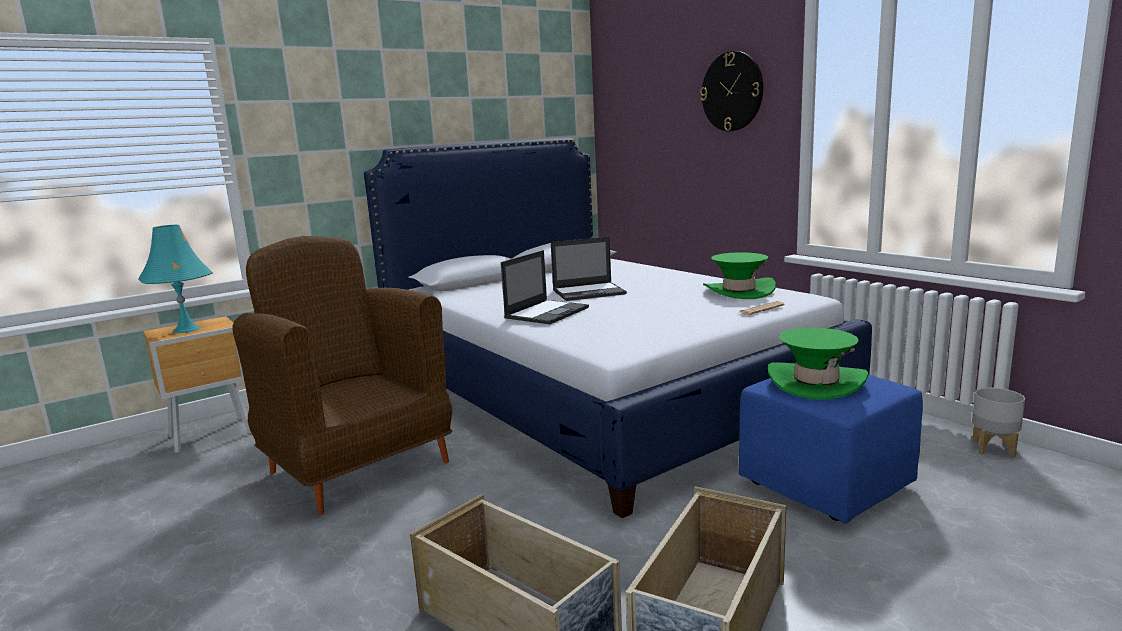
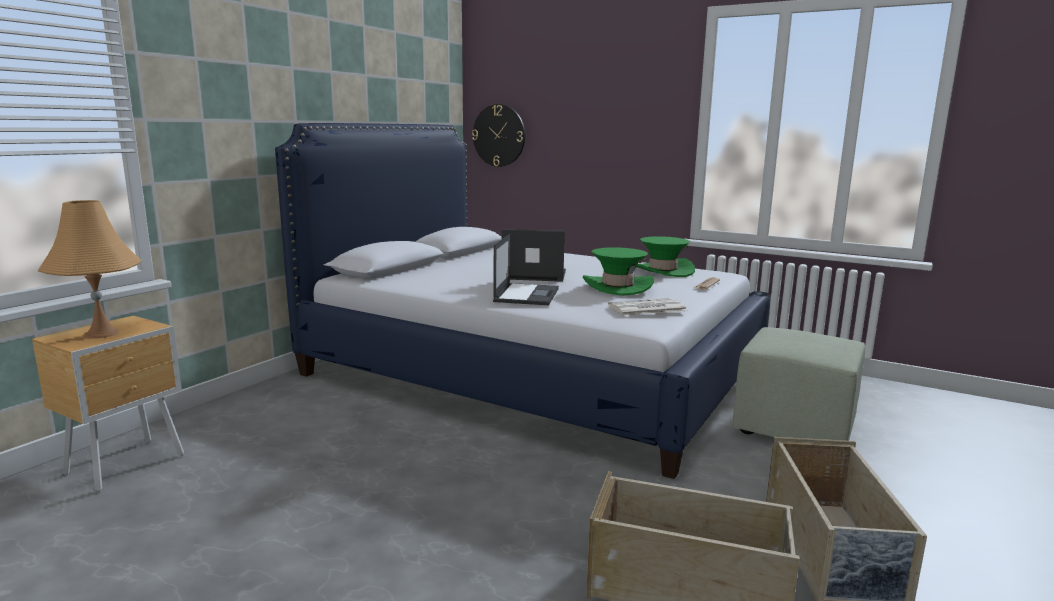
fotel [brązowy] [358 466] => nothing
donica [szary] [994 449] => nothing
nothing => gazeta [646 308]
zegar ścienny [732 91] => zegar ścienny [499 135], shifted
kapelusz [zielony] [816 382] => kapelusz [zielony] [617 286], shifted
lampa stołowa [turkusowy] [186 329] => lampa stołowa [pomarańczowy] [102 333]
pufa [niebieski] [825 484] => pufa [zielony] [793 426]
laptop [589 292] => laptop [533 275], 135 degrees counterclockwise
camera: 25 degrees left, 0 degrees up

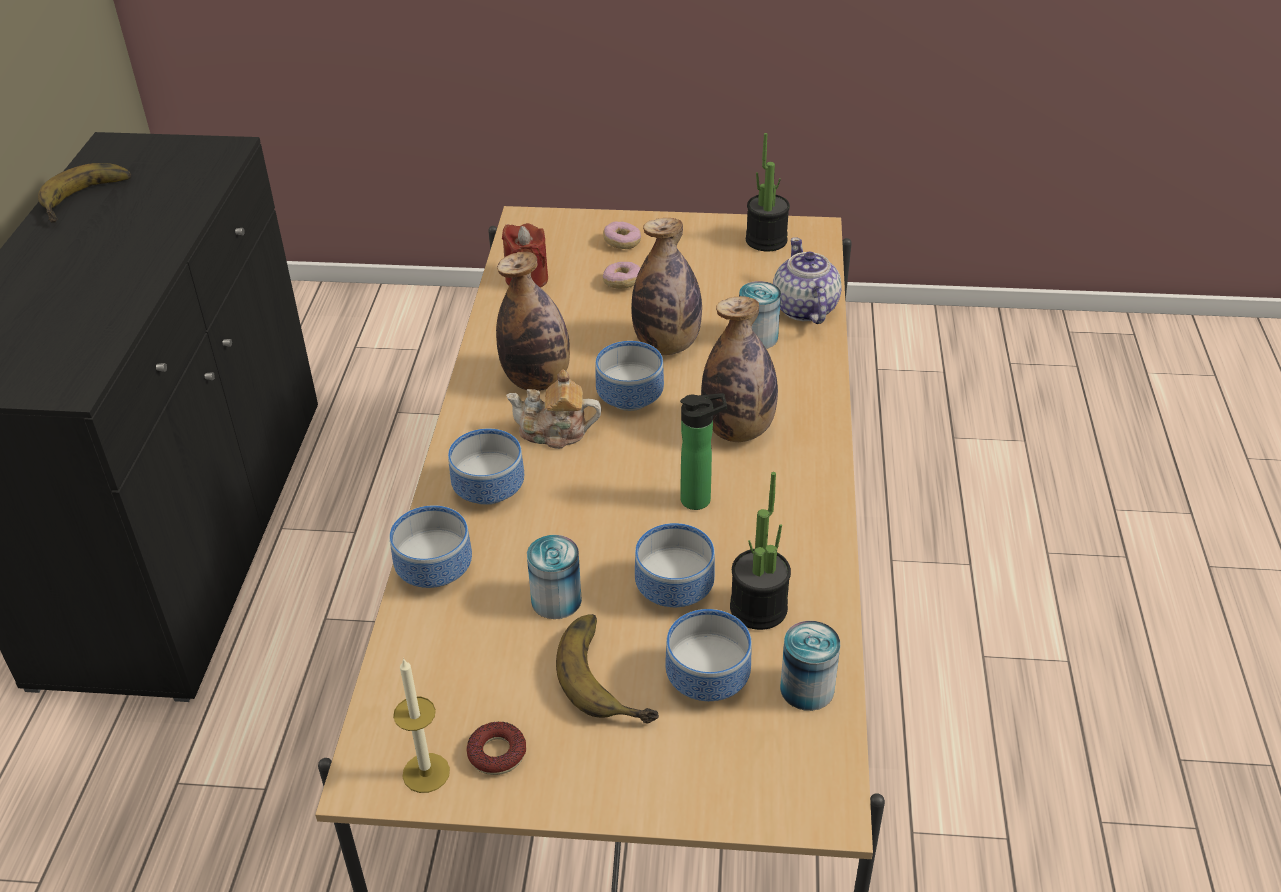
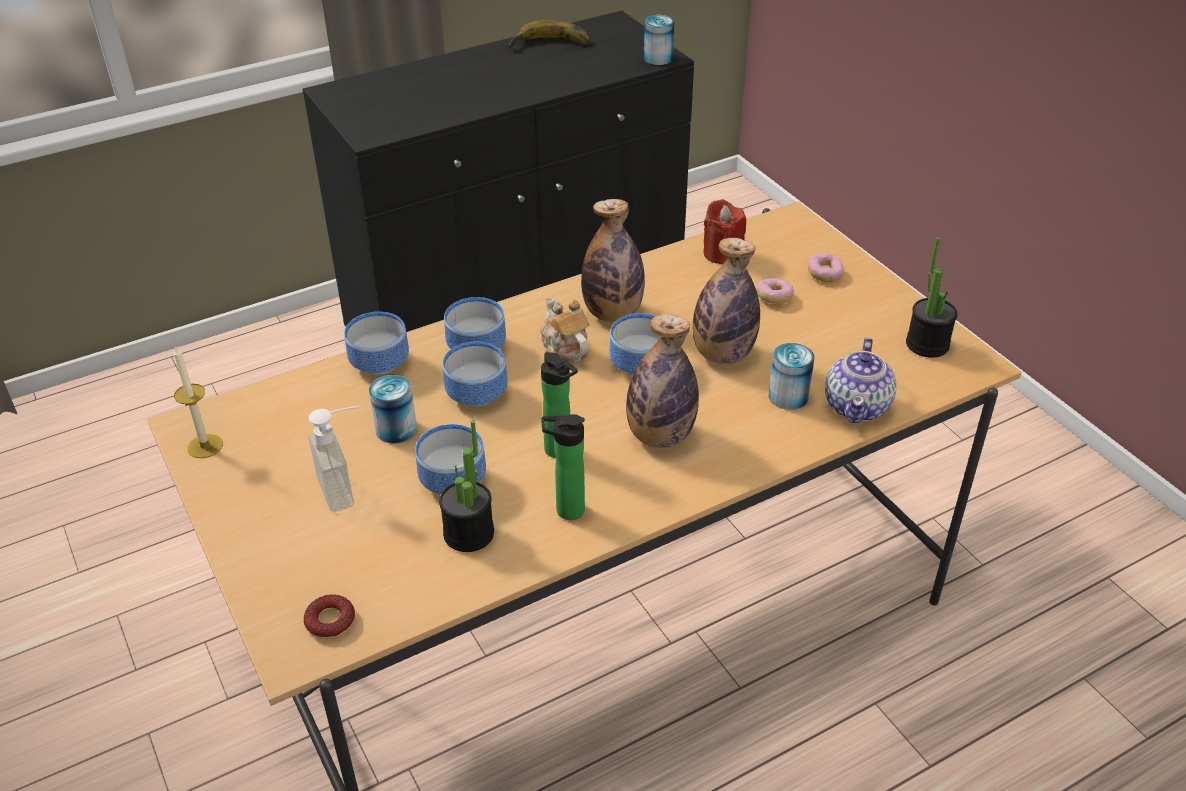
nothing => butelka [565 510]
donut [497 753] => donut [330 621], shifted
miska [703 679] => miska [475 393], shifted
puszka [807 689] => puszka [658 58], shifted
banan [611 673] => dozownik mydła [347 487]
imbryk [804 309] => imbryk [857 406], 150 degrees clockwise
camera: 55 degrees right, 0 degrees up

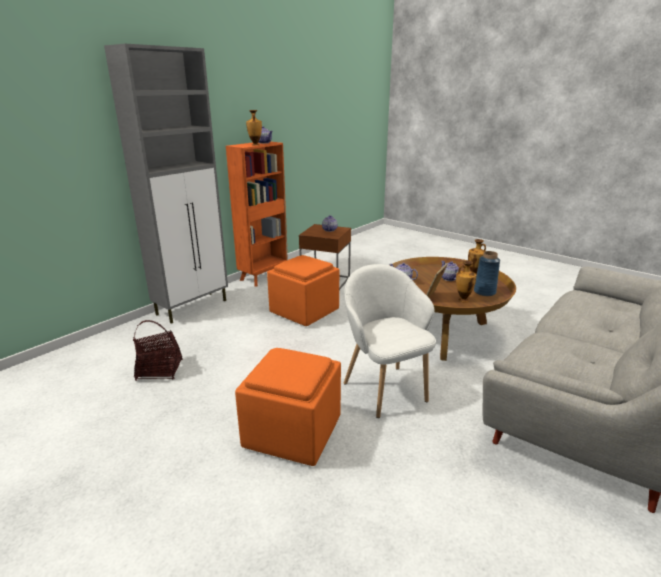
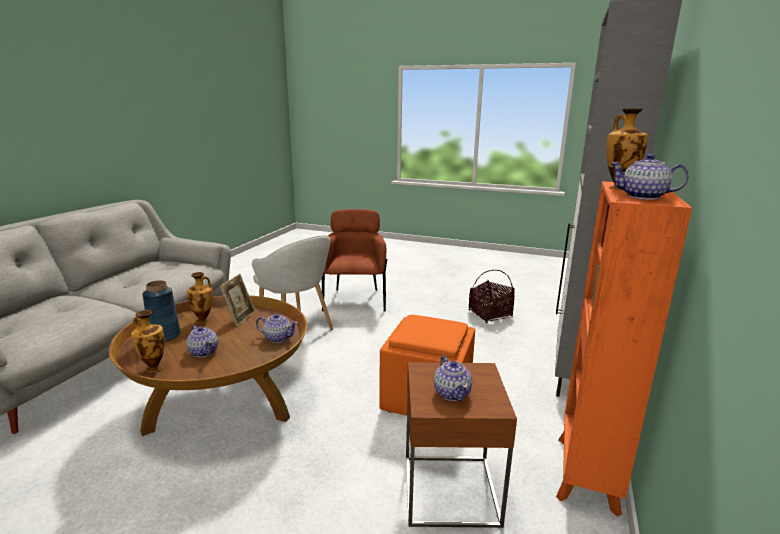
pufa [pomarańczowy] [291 433] => fotel [brązowy] [355 300]
camera: 160 degrees right, 5 degrees down

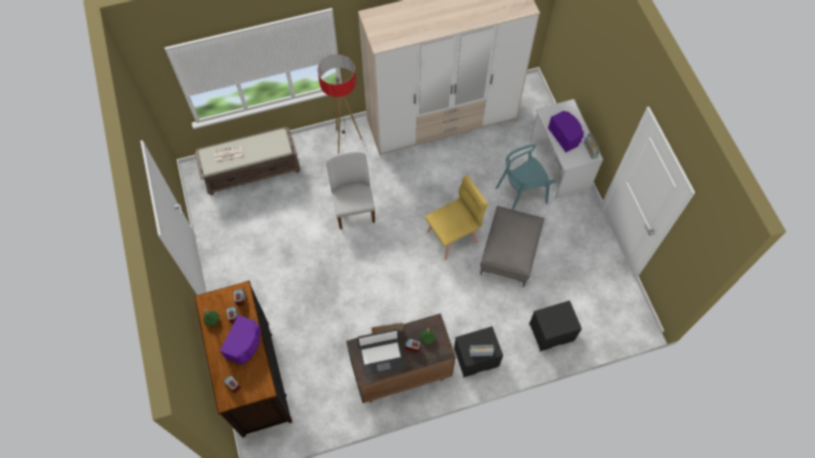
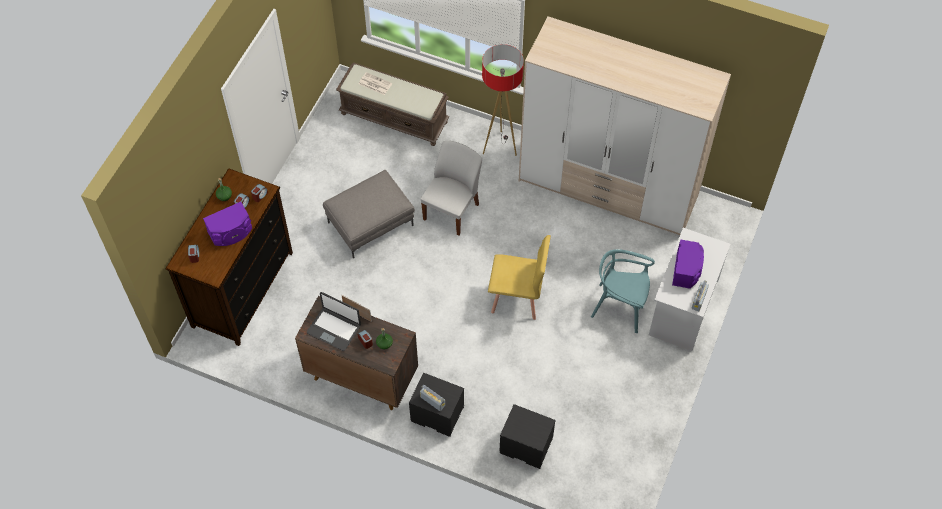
pufa [szary] [509 254] => pufa [szary] [370 225], shifted
camera: 40 degrees right, 5 degrees down

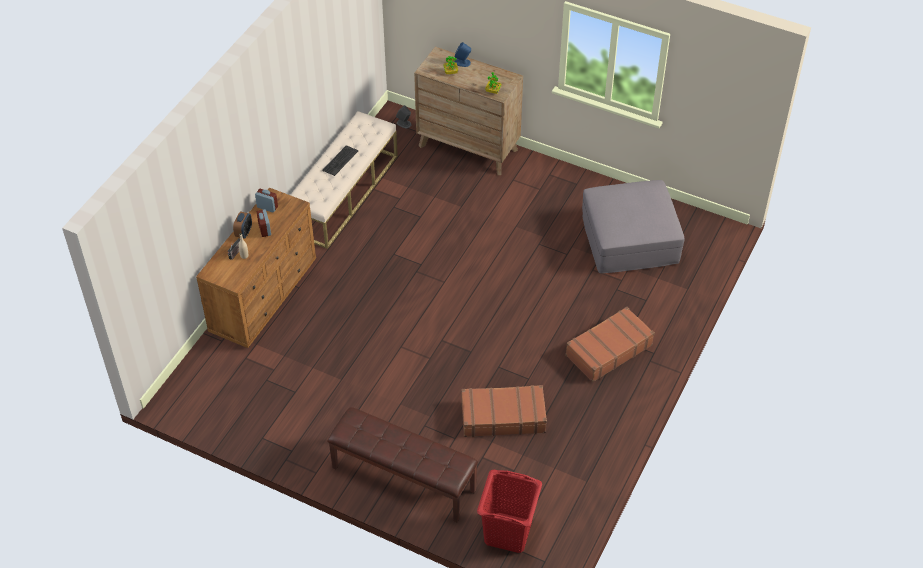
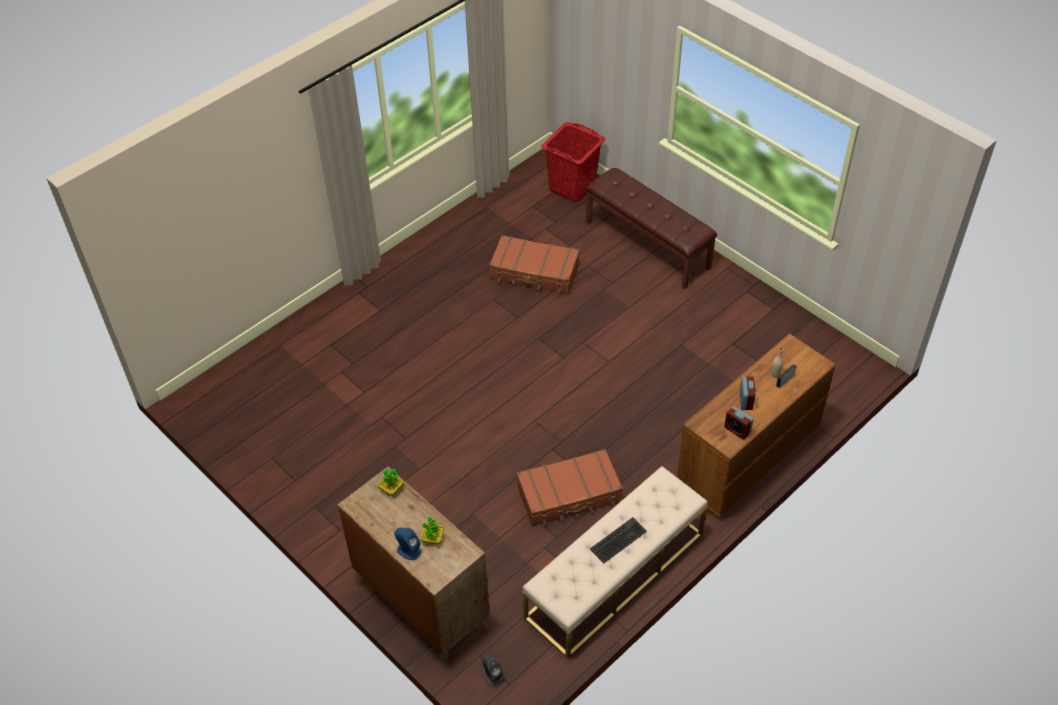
budzik [244 232] => nothing
pufa [szary] [630 239] => nothing
walizka [brązowy] [608 350] => walizka [brązowy] [569 495], shifted
camera: 160 degrees left, 0 degrees up

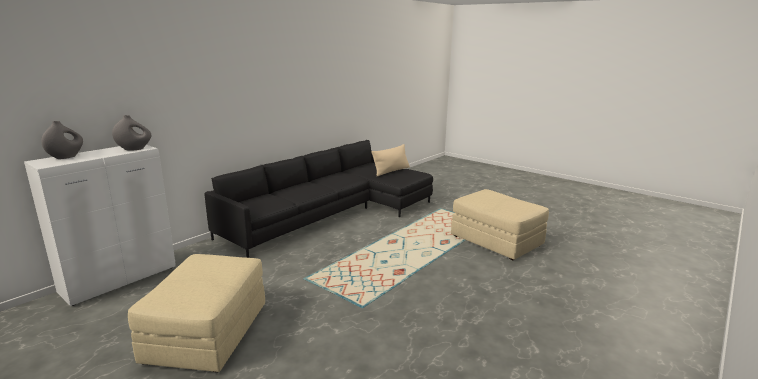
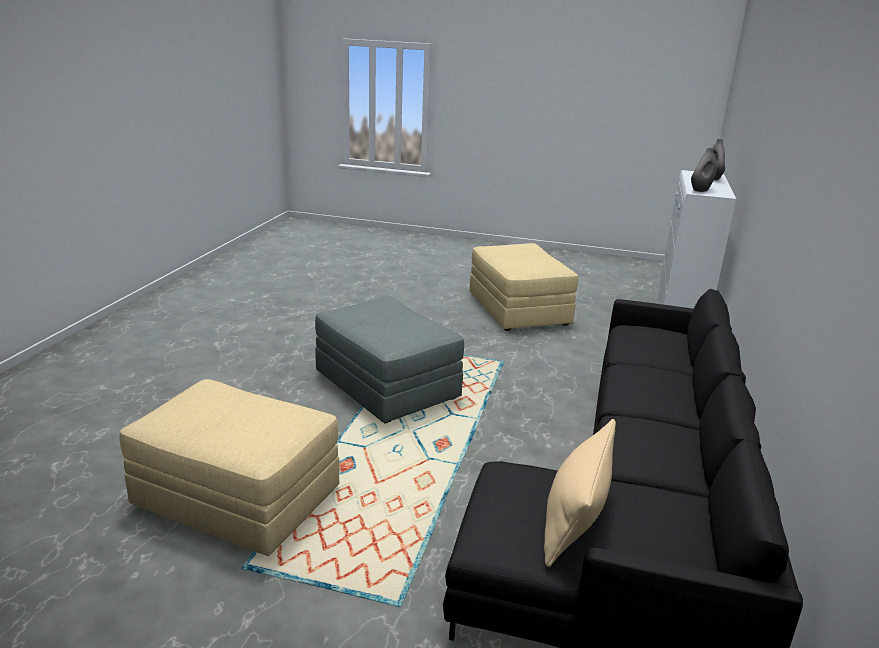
nothing => pufa [szary] [386 386]
camera: 155 degrees right, 5 degrees up

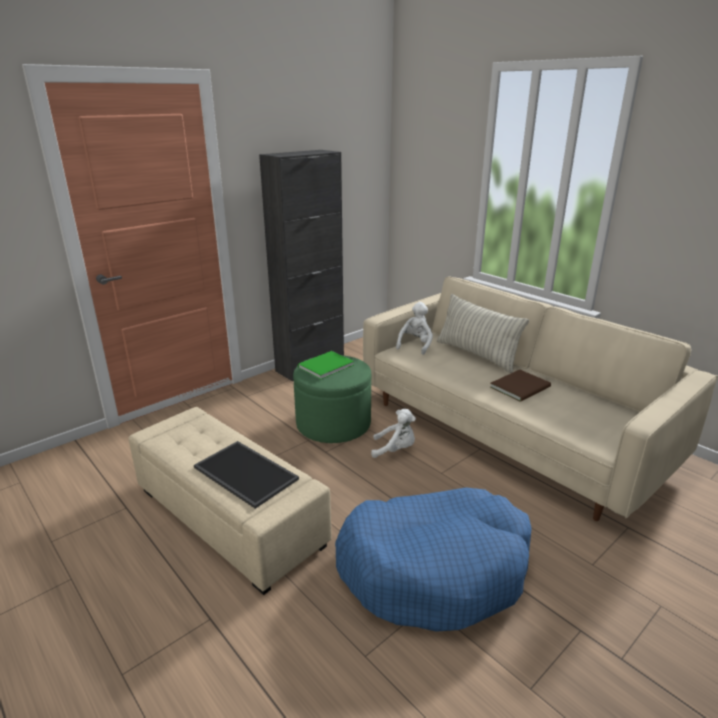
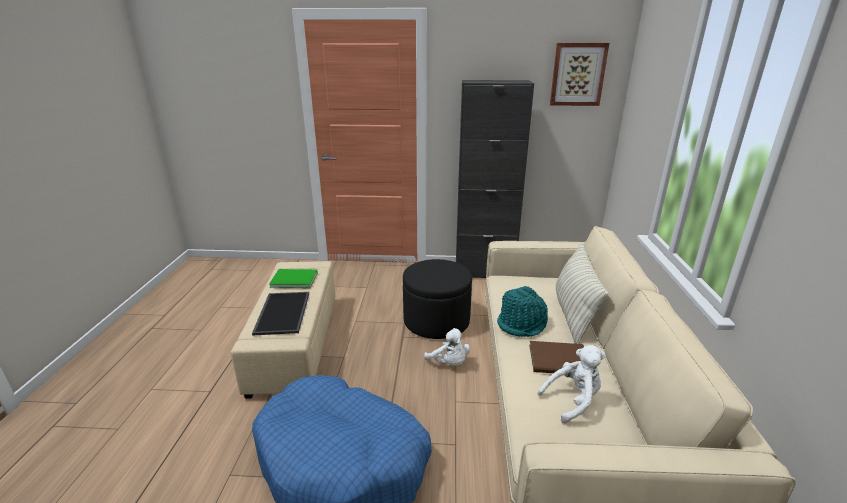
nothing => kapelusz [turkusowy] [522 324]
nothing => obraz [577 74]
książka [zielony] [324 366] => książka [zielony] [293 279], shifted
pluszak [biały] [415 345] => pluszak [biały] [572 400], shifted
pufa [zielony] [333 424] => pufa [czarny] [436 321]
camera: 45 degrees right, 0 degrees up

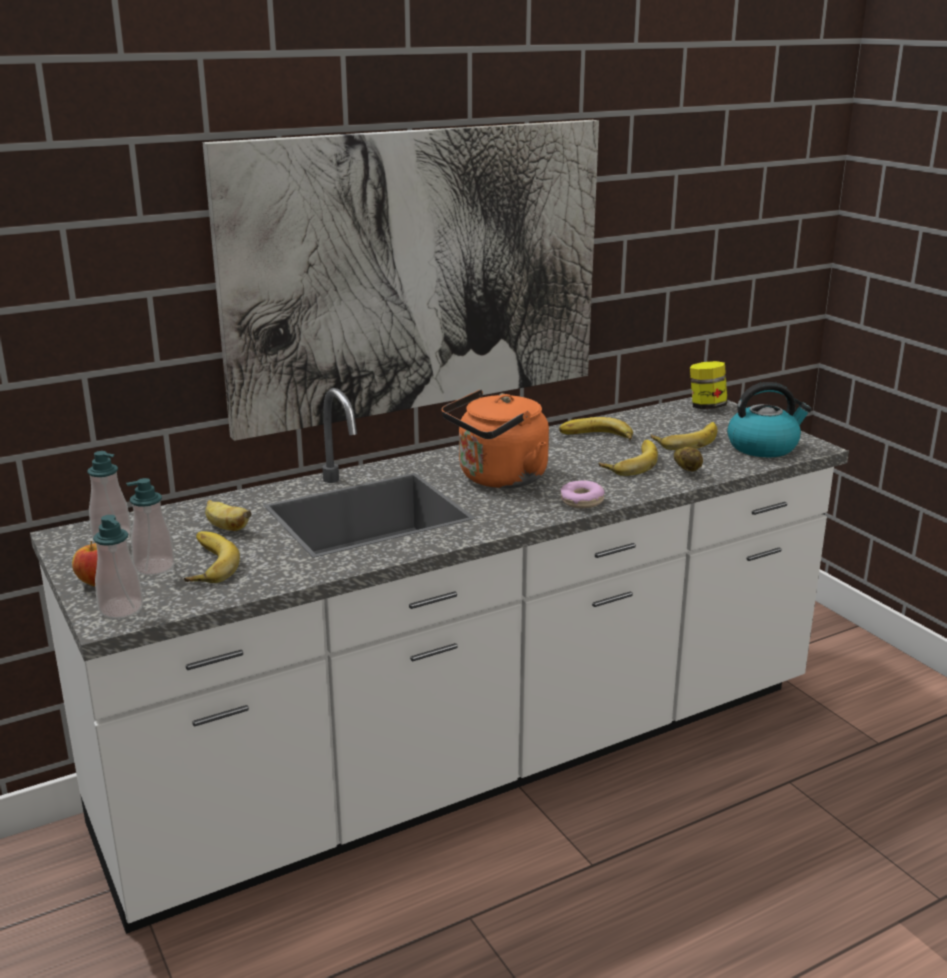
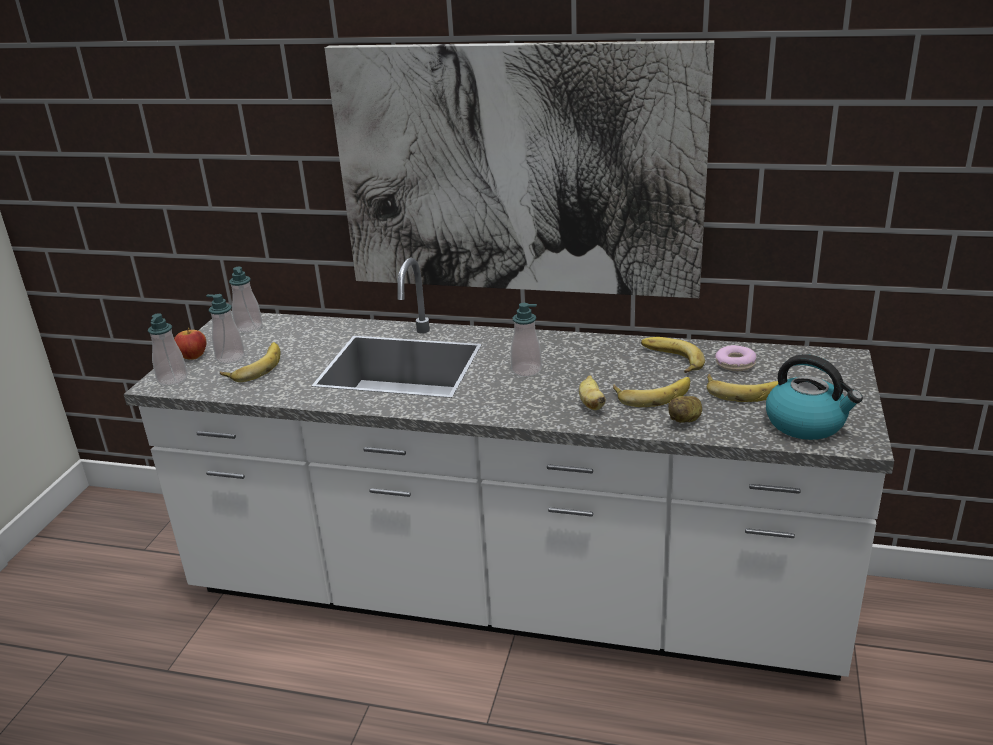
słoik [706 407] => nothing
banan [226 527] => banan [591 404], shifted
donut [581 501] => donut [735 364], shifted
czajnik [pomarańczowy] [498 478] => dozownik mydła [526 370]
camera: 45 degrees right, 5 degrees up

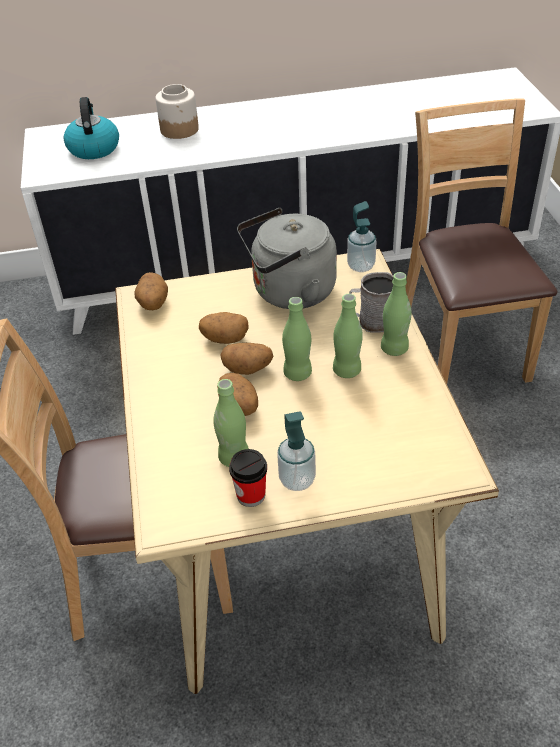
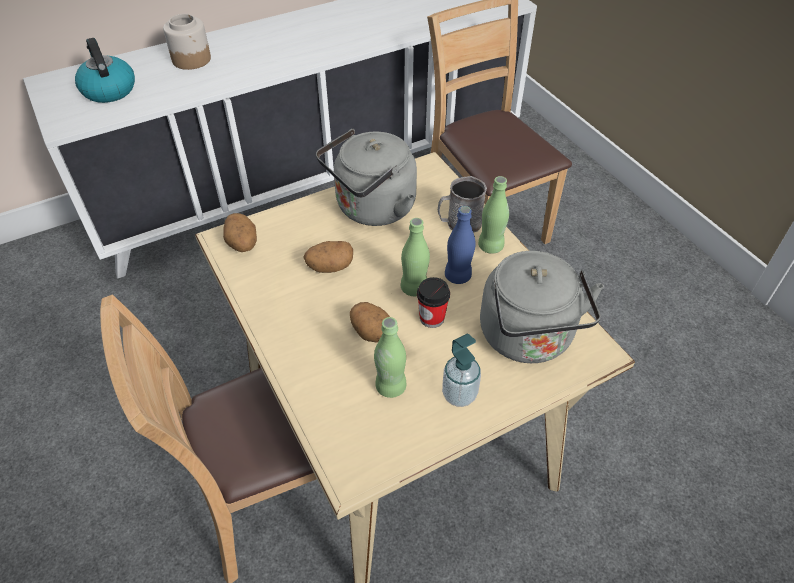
ziemniak [248 369] => nothing
dozownik mydła [361 266] => nothing
nothing => czajnik [szary] [528 338]
filiżanka [251 495] => filiżanka [432 318], shifted
butelka [zielony] [347 371] => butelka [niebieski] [458 276]
camera: 20 degrees left, 5 degrees up

